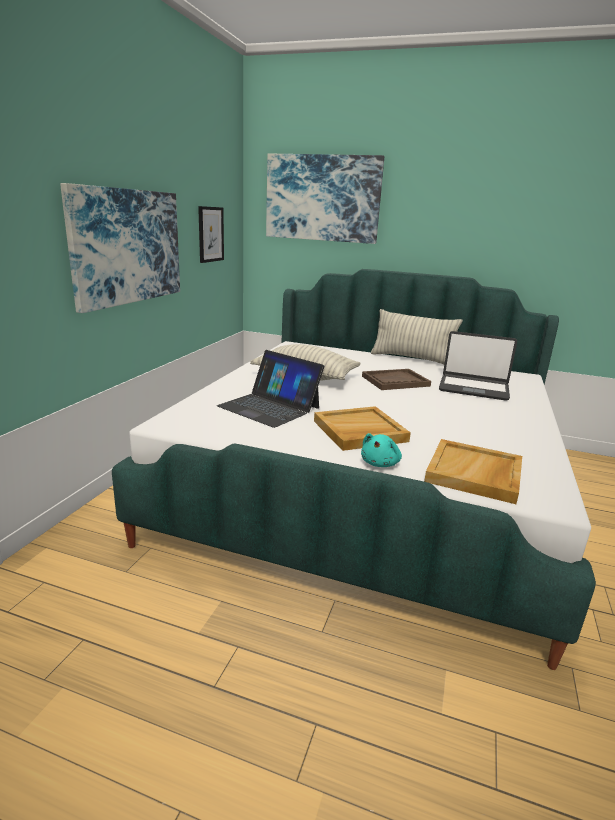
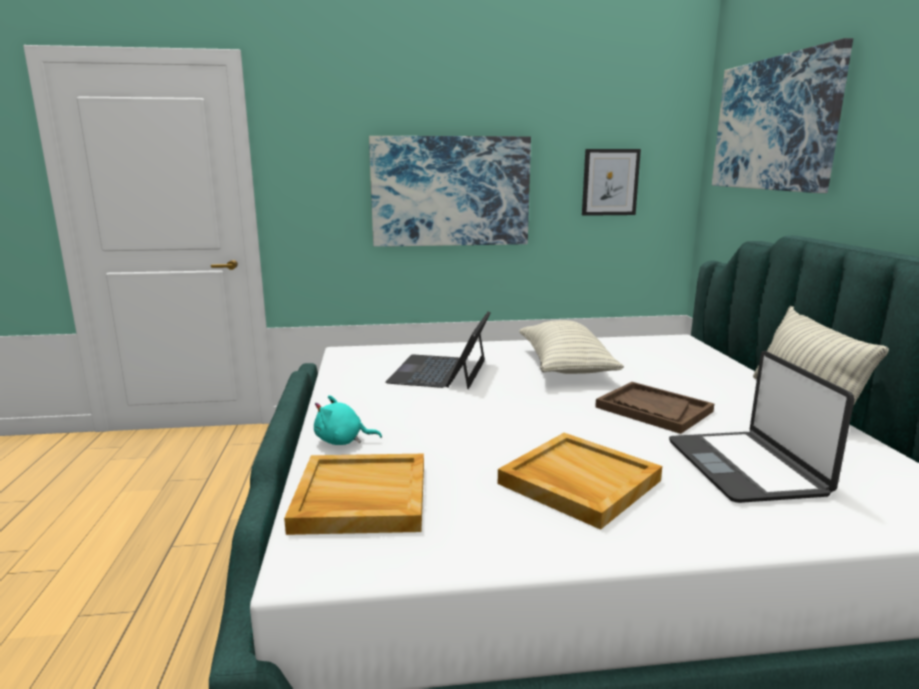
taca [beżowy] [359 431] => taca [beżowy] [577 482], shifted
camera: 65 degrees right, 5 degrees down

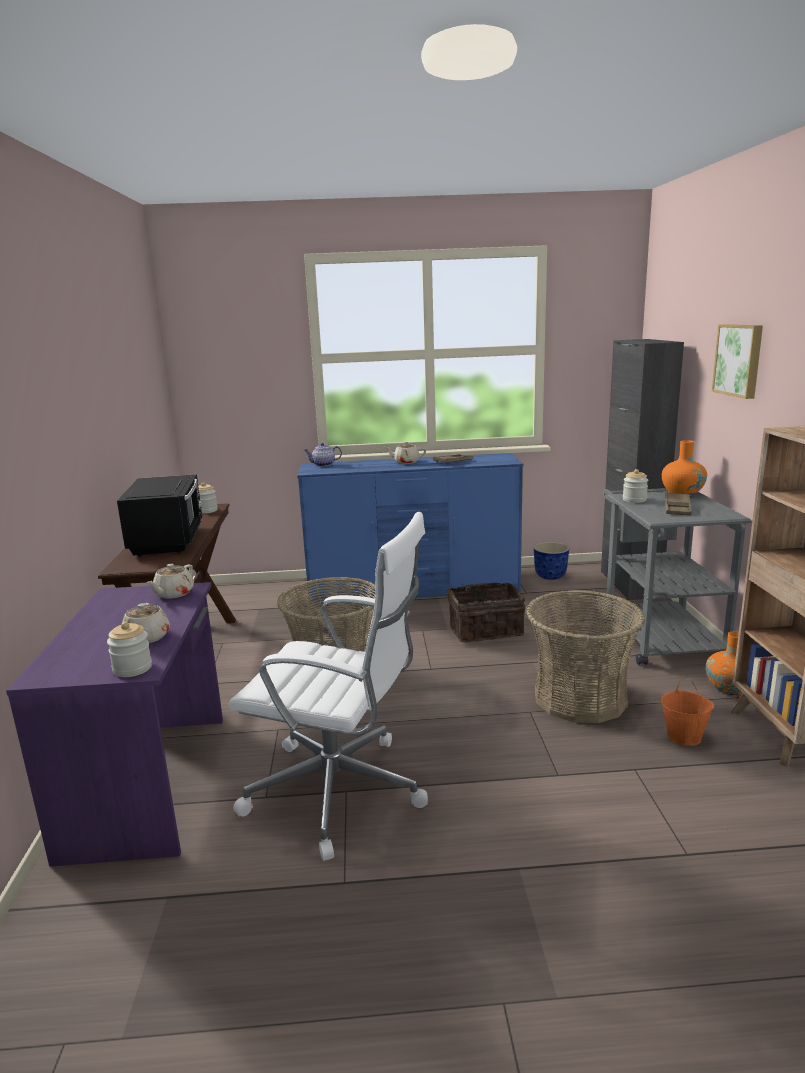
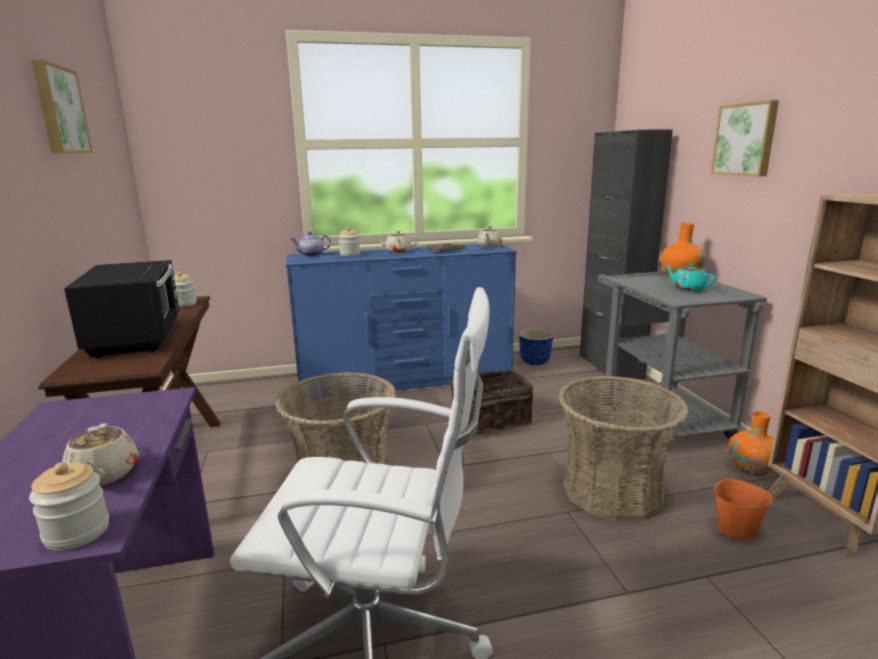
nothing => obraz [59 110]
imbryk [beżowy] [173 594] => imbryk [beżowy] [489 246], shifted
słoik [634 500] => słoik [350 254], shifted
taca [brązowy] [677 508] => imbryk [turkusowy] [688 289]
camera: 10 degrees left, 0 degrees up

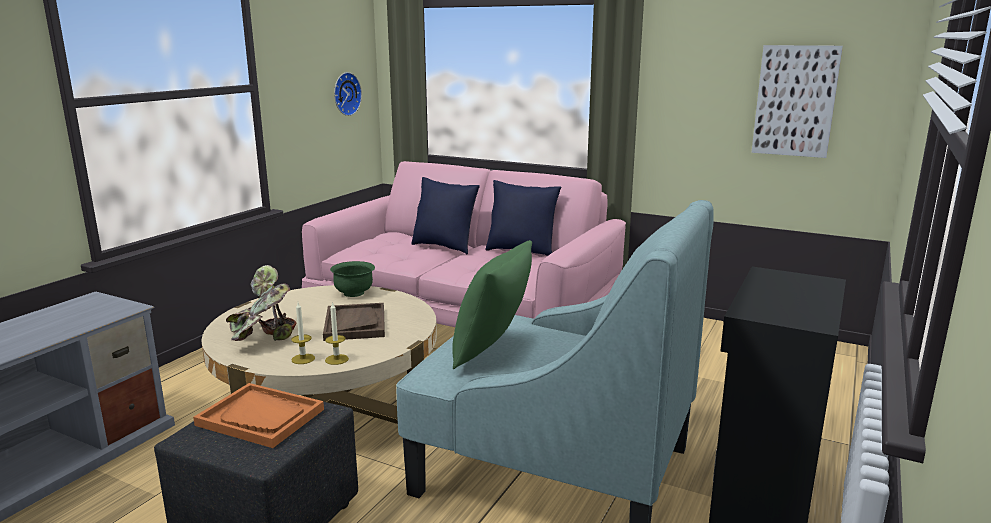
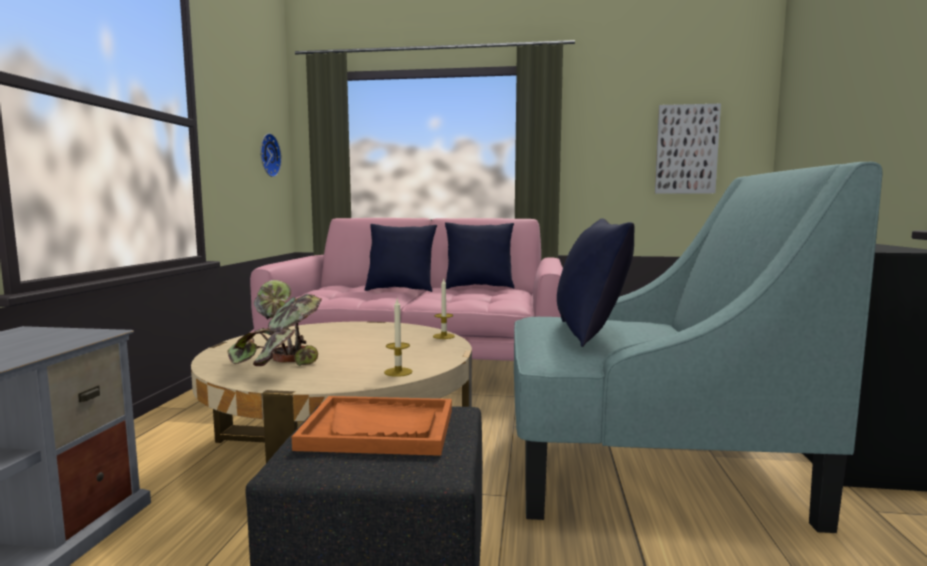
taca [brązowy] [355 324] => nothing
miska [zielony] [354 293] => nothing
świeca [303 359] => świeca [443 336], shifted
poduszka [zielony] [493 350] => poduszka [niebieski] [590 333]
camera: 20 degrees left, 10 degrees down

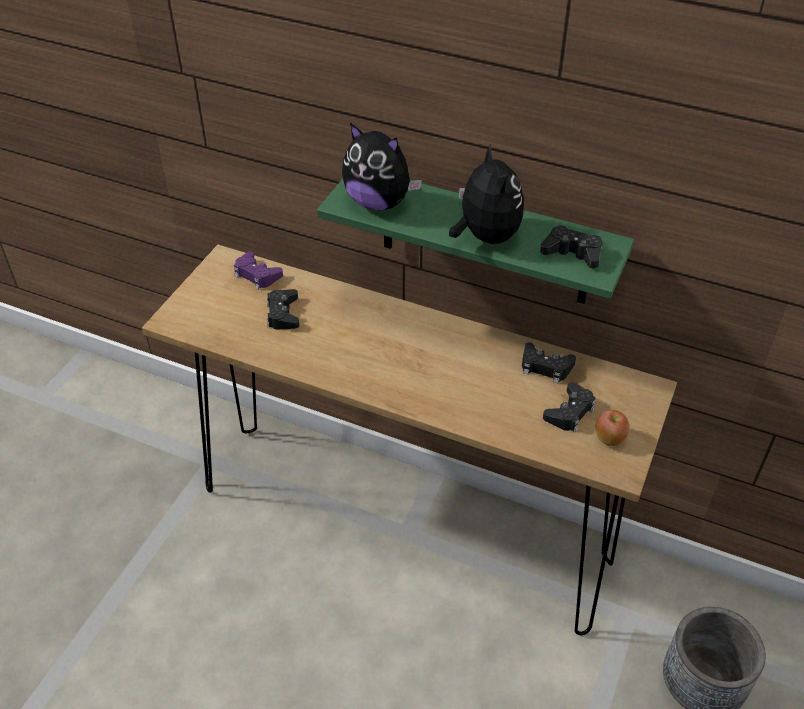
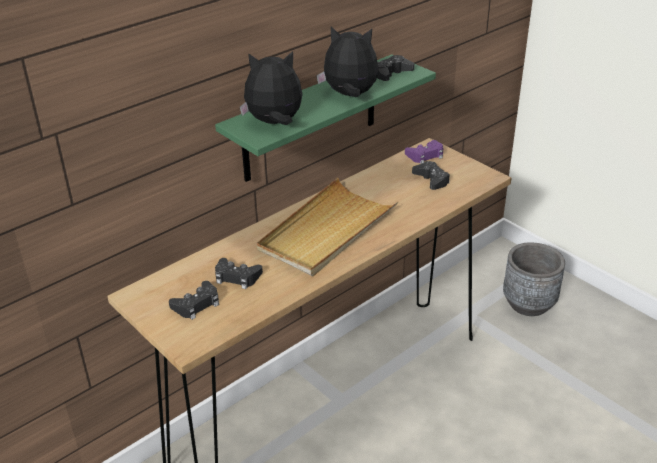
jabłko [609 439] => nothing
nothing => taca [beżowy] [327 231]
pad do gier [fioletowy] [257 275] => pad do gier [fioletowy] [425 155], shifted
pad do gier [czarny] [545 367] => pad do gier [czarny] [197 304], shifted
pluszak [379 202] => pluszak [274 123], 150 degrees counterclockwise
camera: 65 degrees left, 10 degrees down

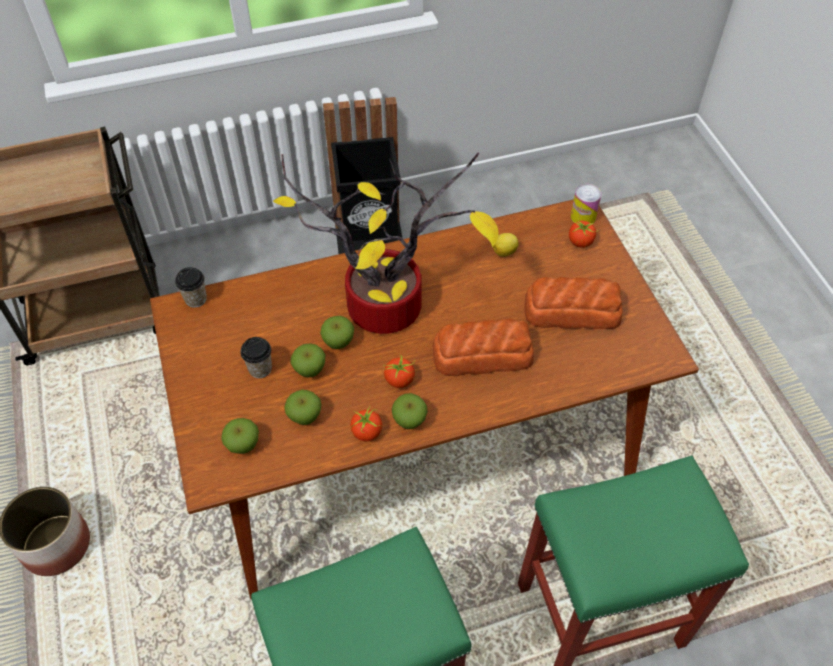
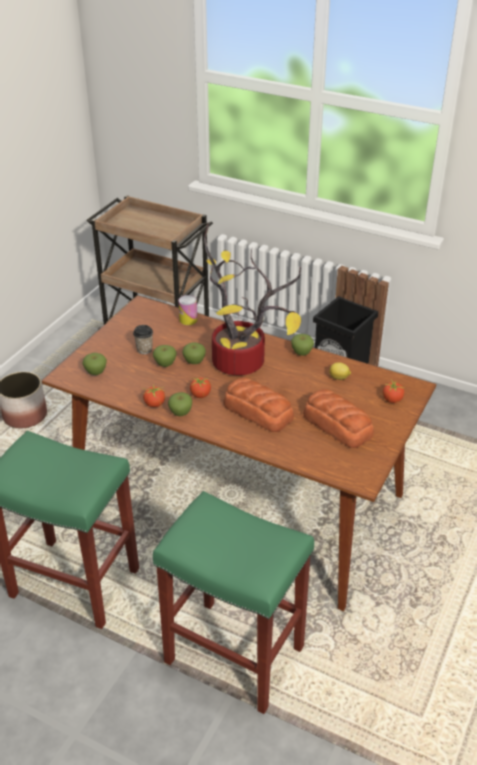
filiżanka [195 299] => nothing
jabłko [305 417] => jabłko [301 353], shifted
puszka [583 217] => puszka [188 320], shifted
camera: 45 degrees right, 15 degrees down

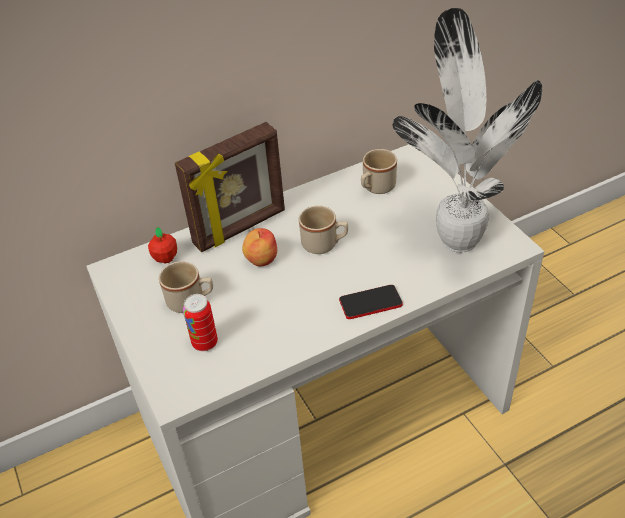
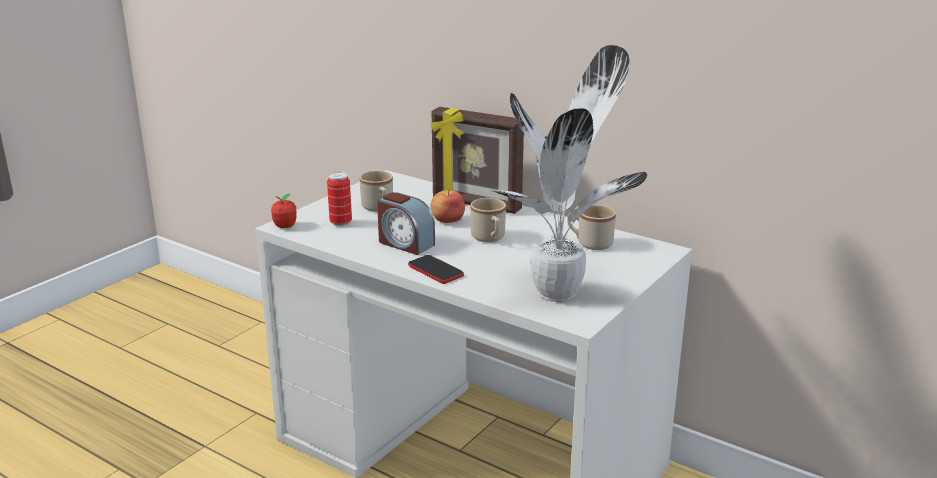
nothing => budzik [405 243]
jabłko [165 258] => jabłko [285 226], shifted
camera: 60 degrees right, 20 degrees down

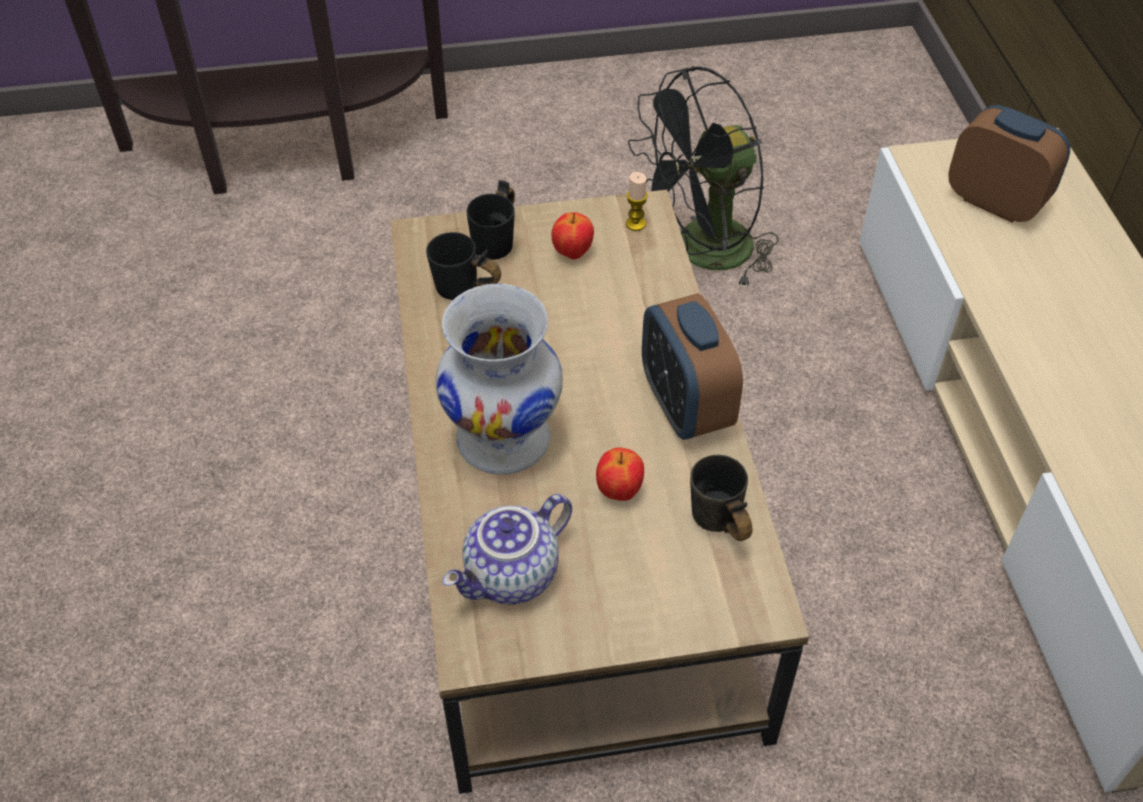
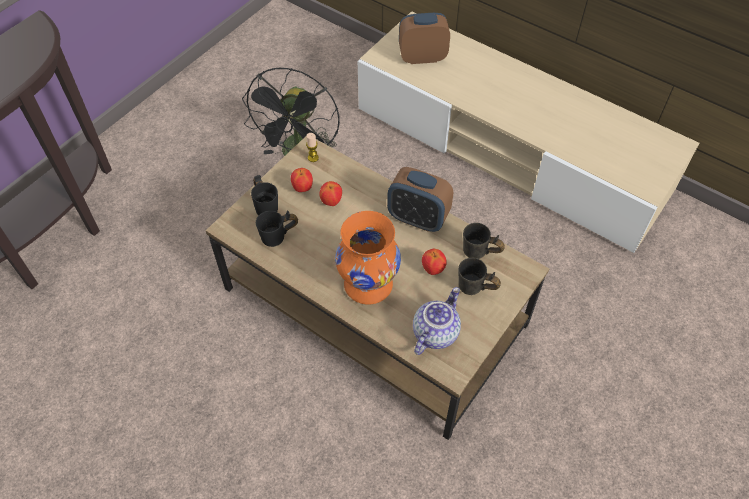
nothing => jabłko [331 202]
nothing => kubek [szary] [474 290]
wazon [biały] [505 438] => wazon [pomarańczowy] [368 283]
imbryk [512 577] => imbryk [434 332], 150 degrees counterclockwise
camera: 45 degrees left, 5 degrees up

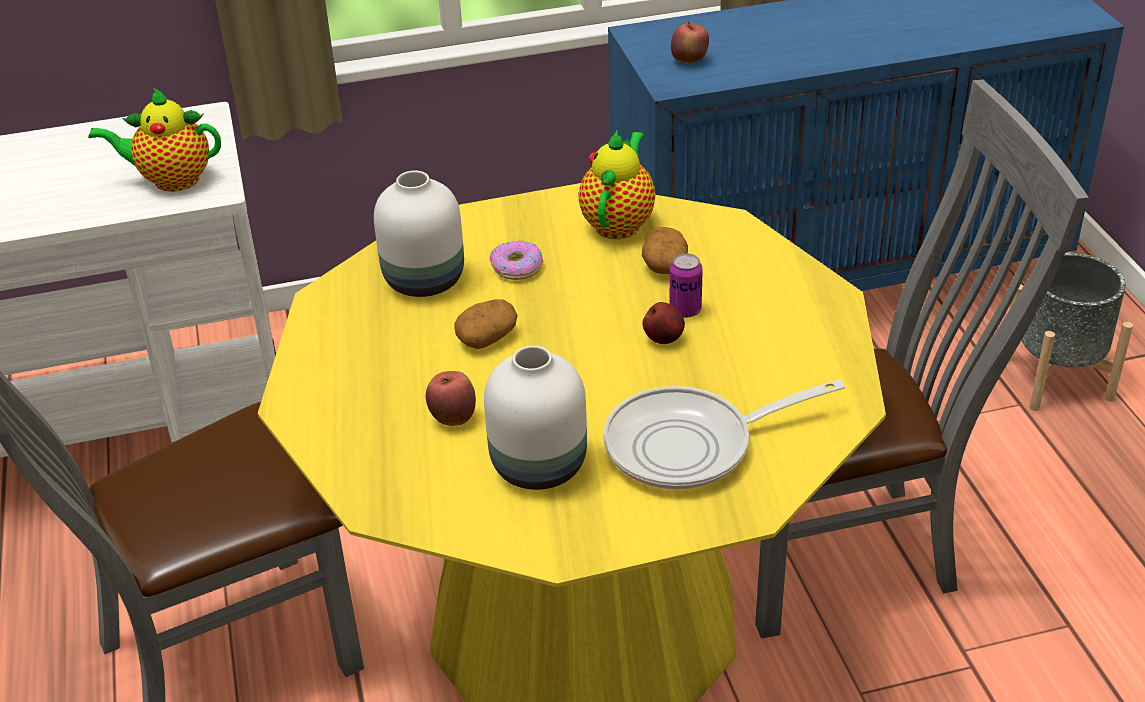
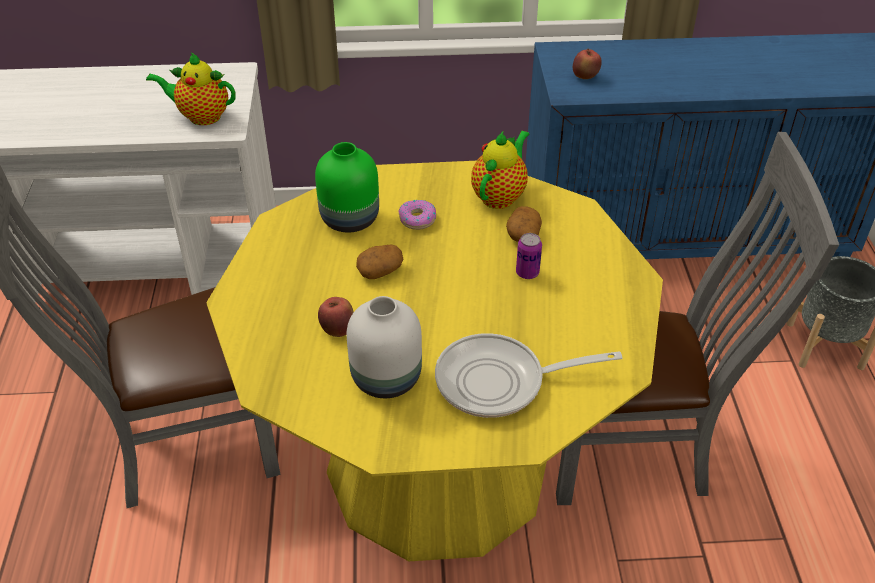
jabłko [664 339] => nothing
wazon [biały] [426 280] => wazon [zielony] [351 219]
camera: 10 degrees right, 5 degrees up

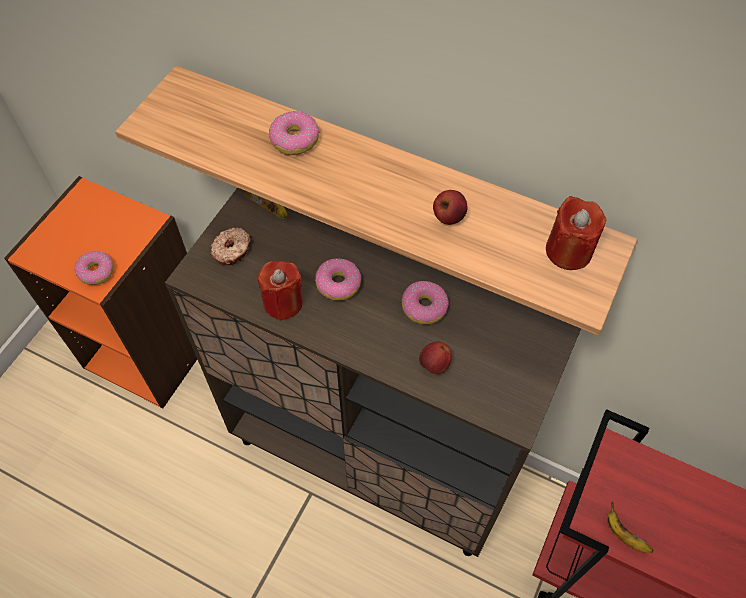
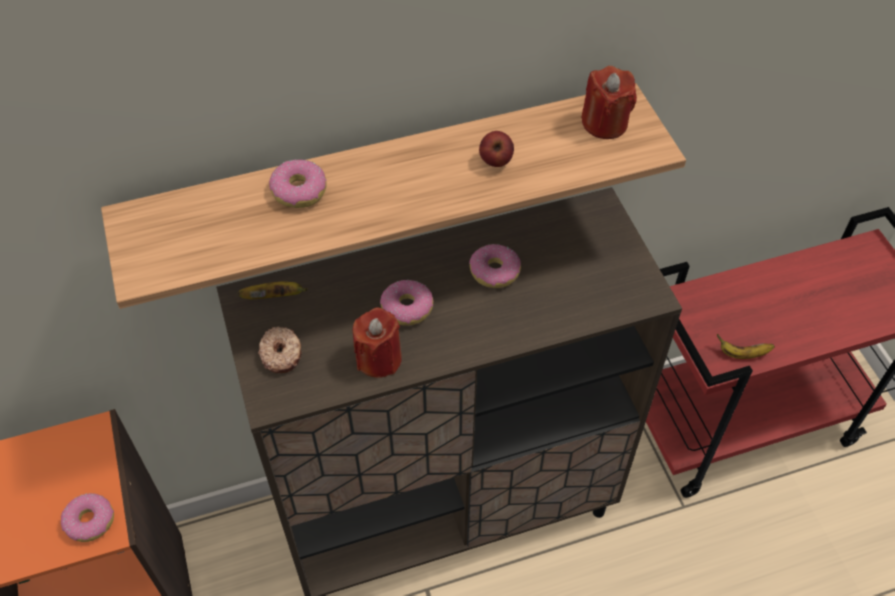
jabłko [434 365] => nothing
camera: 45 degrees left, 5 degrees down

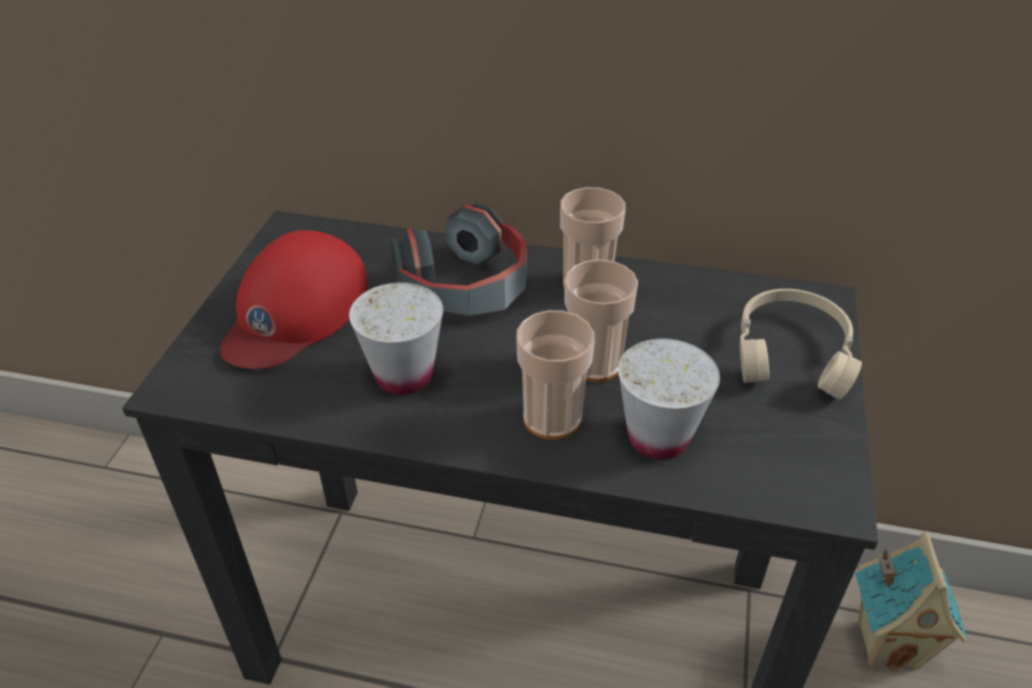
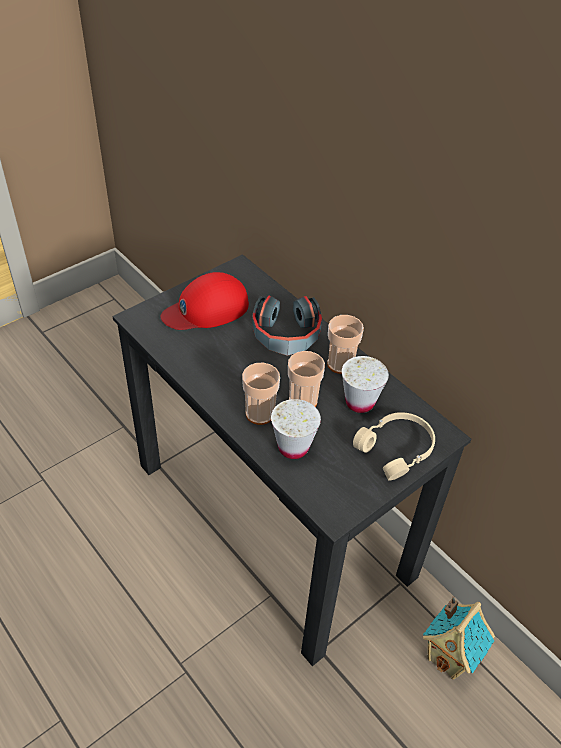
filiżanka [biały] [404 376] => filiżanka [biały] [359 402], shifted
camera: 35 degrees right, 5 degrees up

